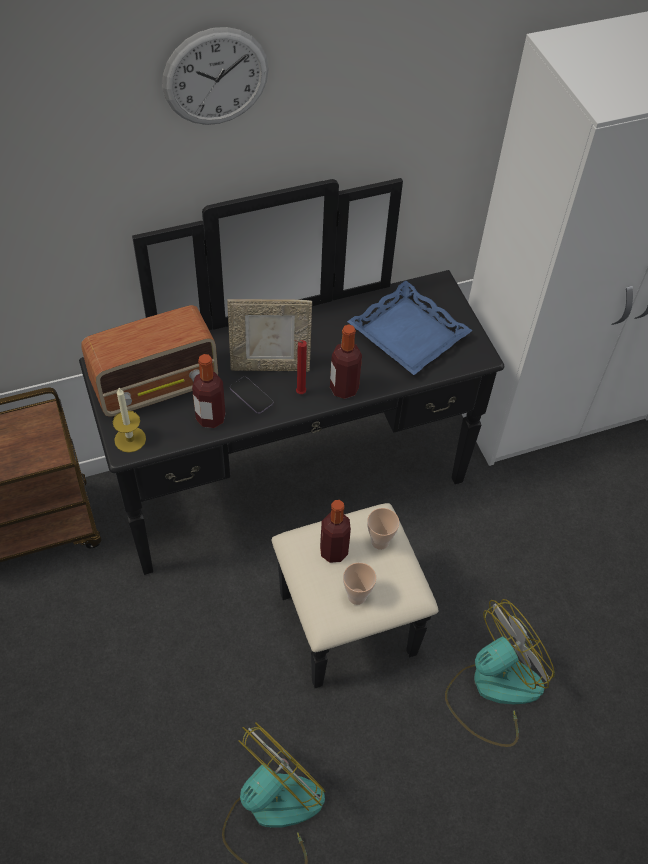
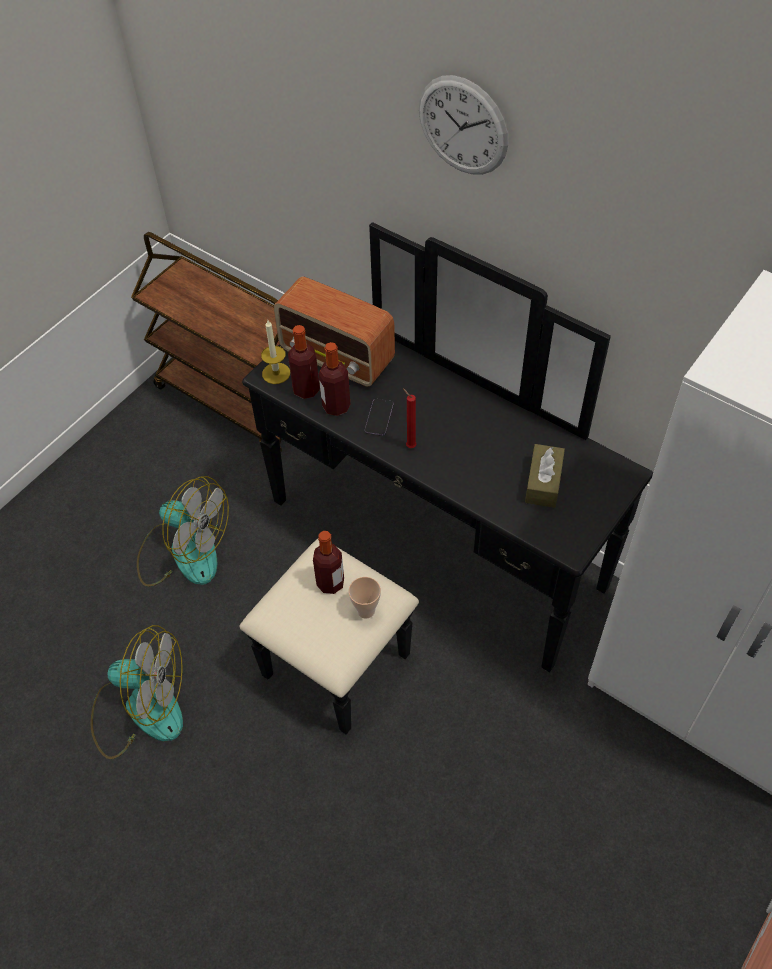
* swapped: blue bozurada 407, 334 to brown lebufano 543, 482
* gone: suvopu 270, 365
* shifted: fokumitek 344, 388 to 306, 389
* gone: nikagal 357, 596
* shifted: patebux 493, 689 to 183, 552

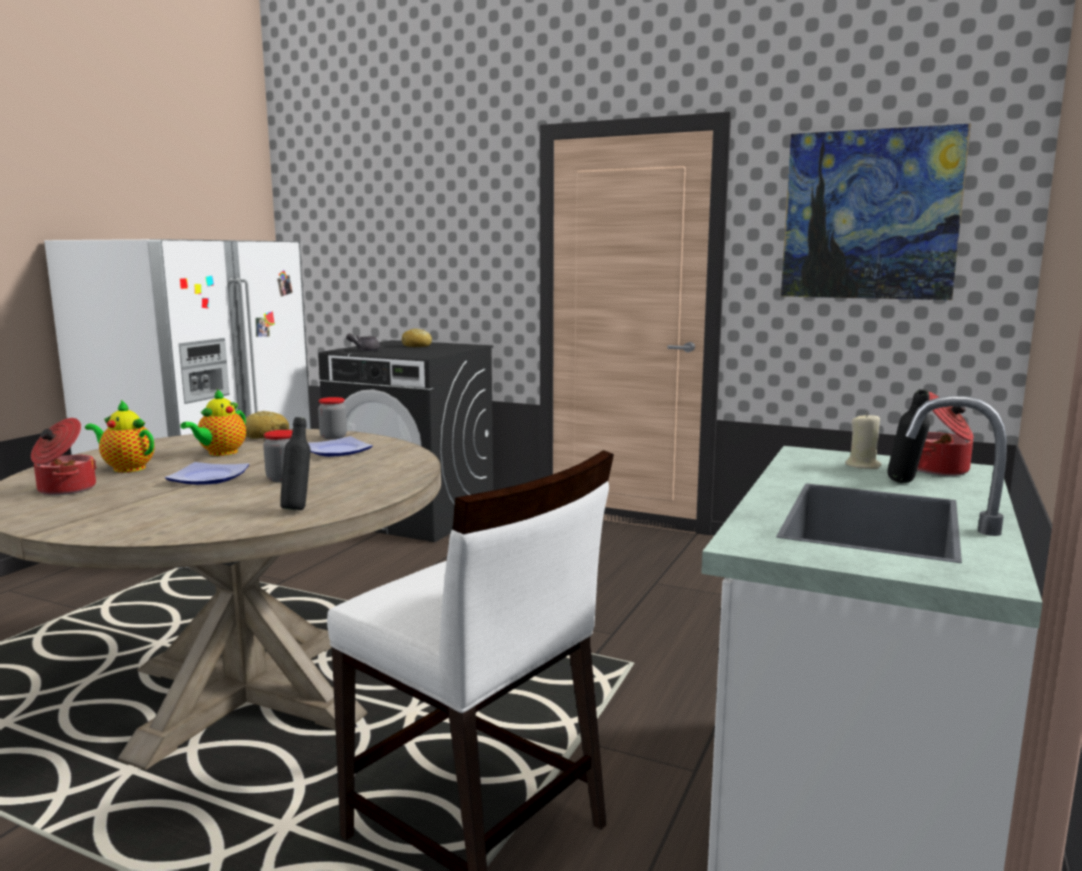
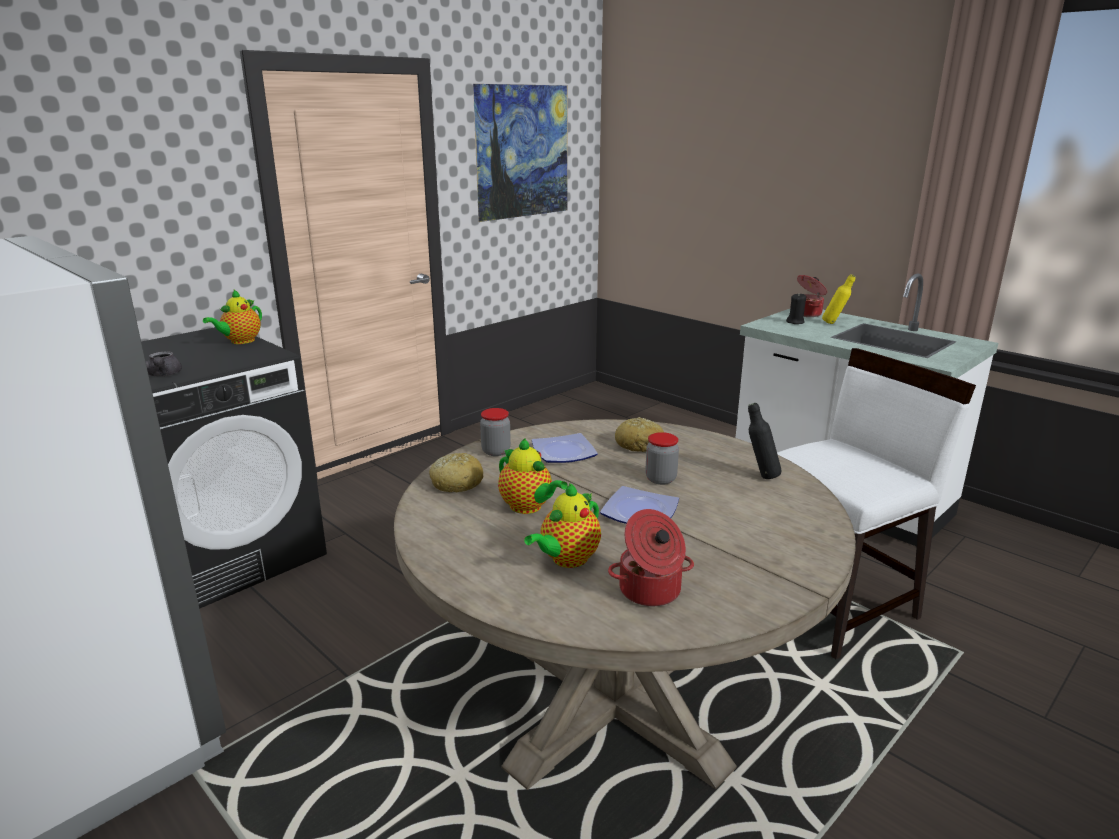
* shifted: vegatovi 417, 346 to 639, 445
* repainted: black fokumitek 905, 484 to yellow fokumitek 834, 323
* repainted: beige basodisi 863, 465 to black basodisi 795, 322
* new: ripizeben 240, 341

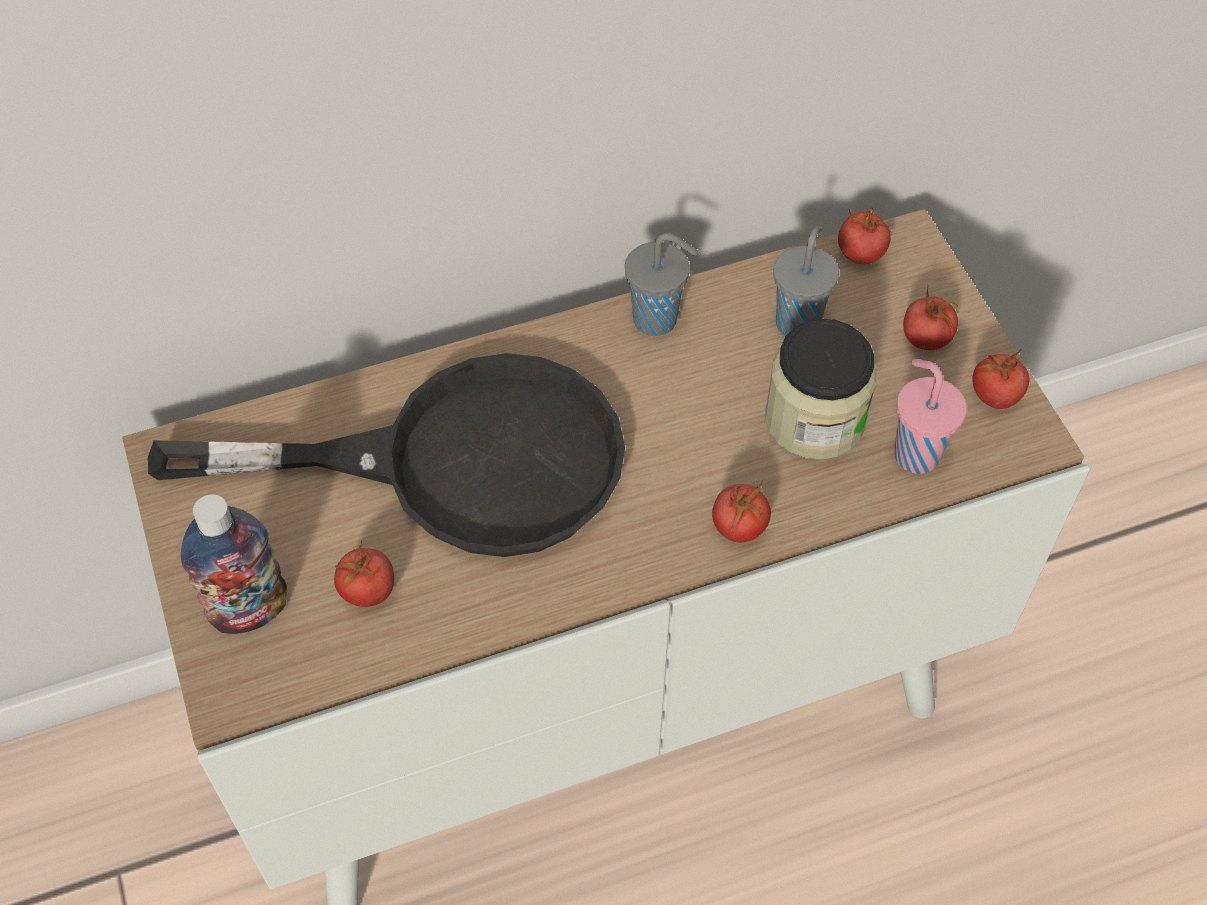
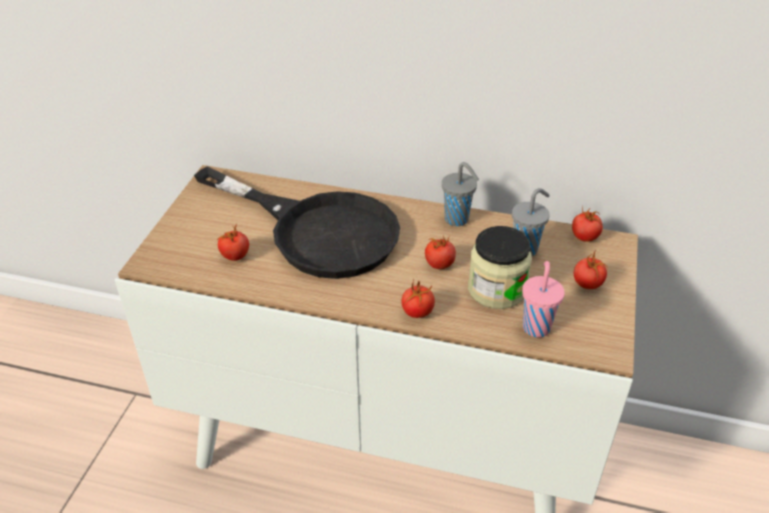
* shifted: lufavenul 994, 396 to 439, 264
* gone: fokumitek 250, 611

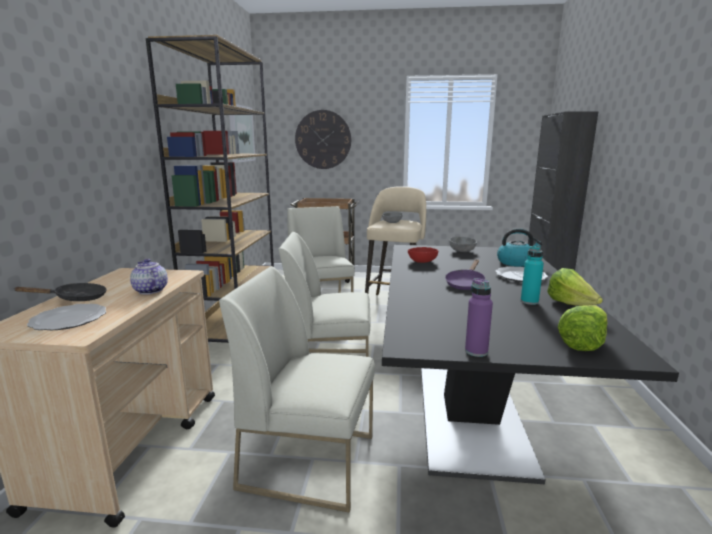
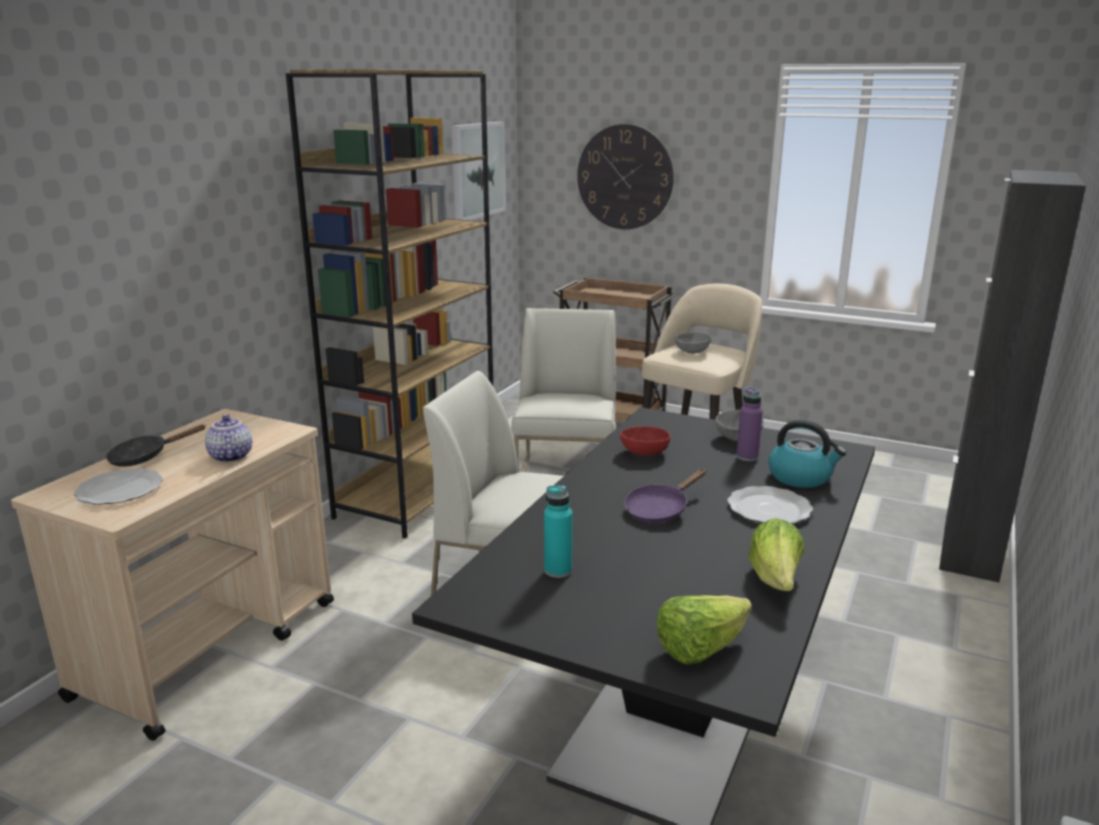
* shifted: turquoise fokumitek 529, 301 to 558, 570
* gone: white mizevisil 310, 460
* shifted: purple fokumitek 476, 351 to 747, 457
* rotated: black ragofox 76, 298 = 145, 457 150 degrees clockwise

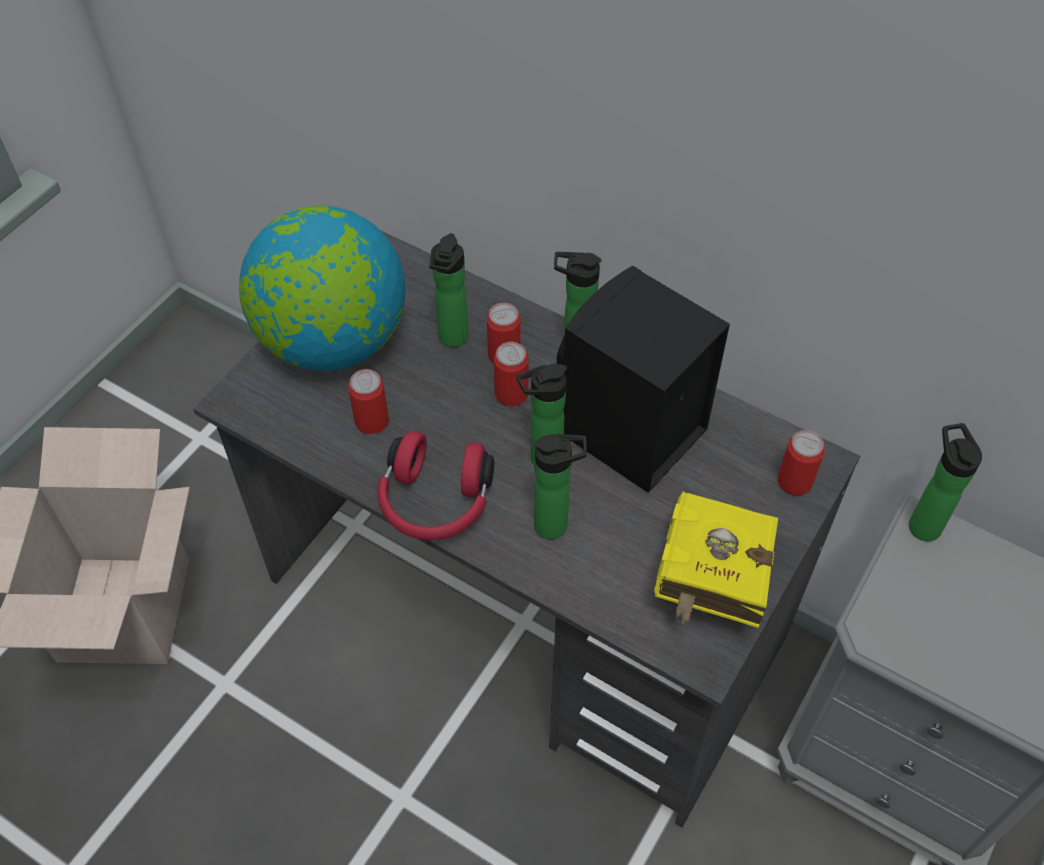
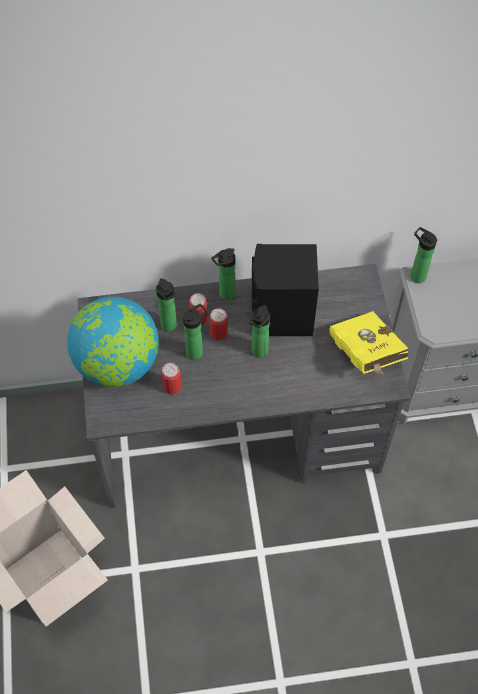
* gone: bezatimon 794, 481
* gone: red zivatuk 435, 503
* shifted: fokumitek 556, 525 to 196, 351

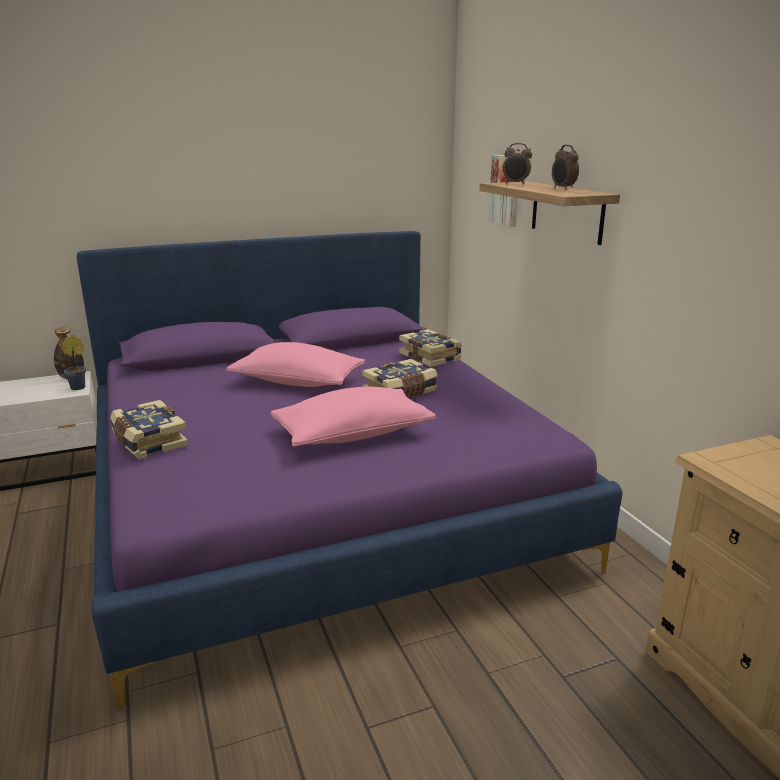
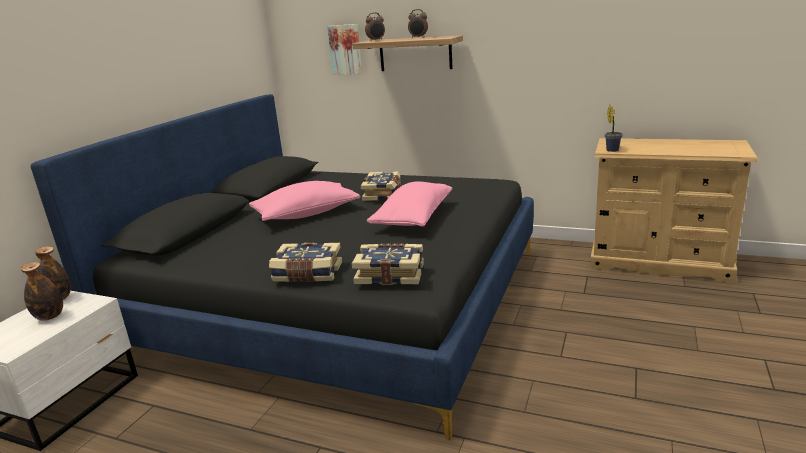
* repainted: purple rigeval 317, 498 to black rigeval 340, 300
* shifted: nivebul 431, 357 to 390, 274
* shifted: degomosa 80, 387 to 611, 150
* new: fokumitek 50, 317

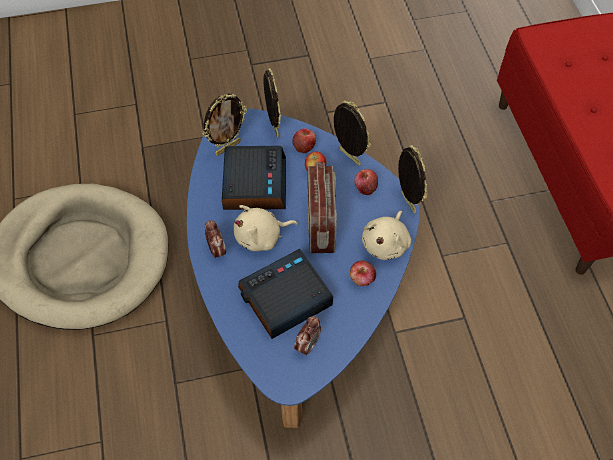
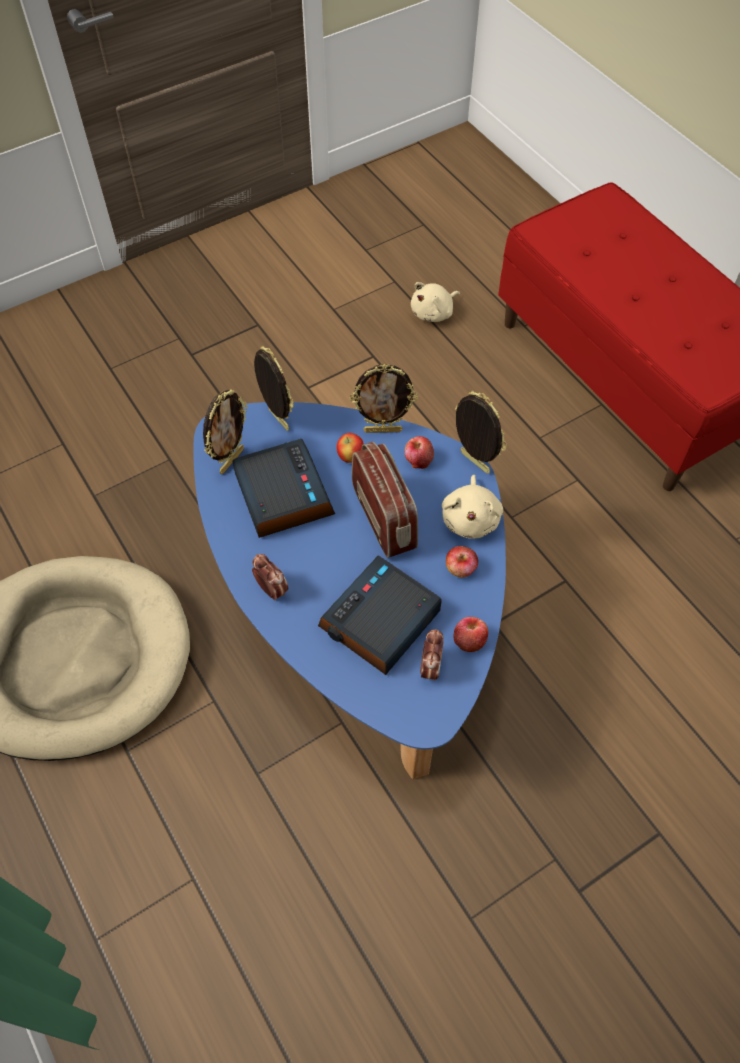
* rotated: suvopu 348, 157 = 383, 430 150 degrees clockwise
* shifted: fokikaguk 304, 146 to 469, 640
* shifted: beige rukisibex 261, 237 to 434, 313

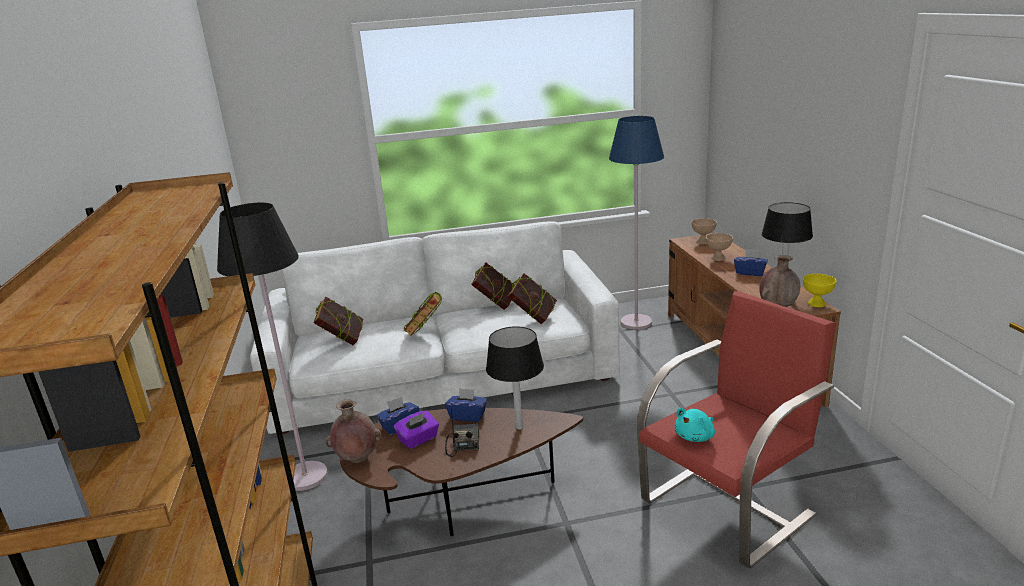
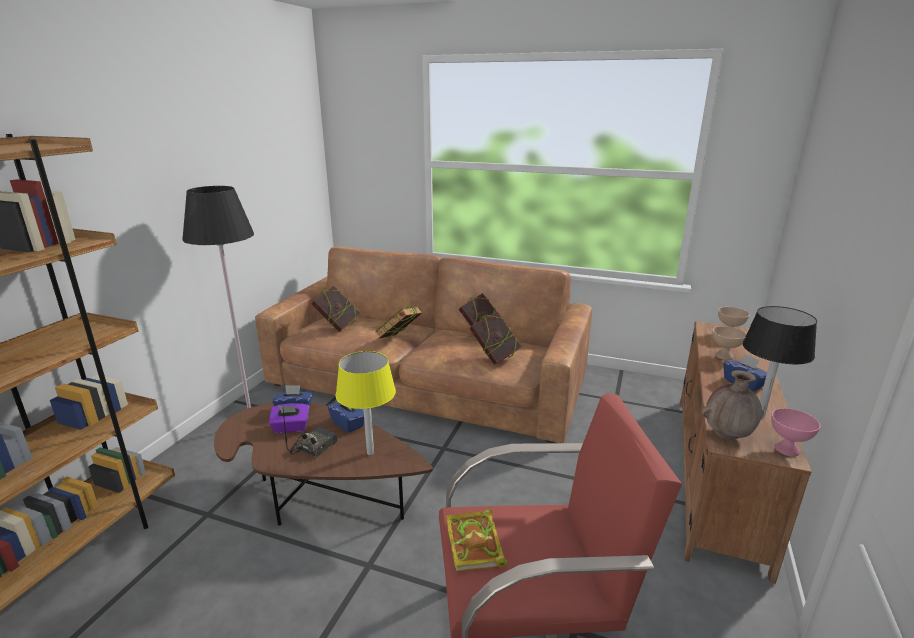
* gone: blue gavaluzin 636, 322
* repainted: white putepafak 443, 373 to brown putepafak 427, 382
* repainted: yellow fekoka 816, 304 to pink fekoka 786, 449
* repainted: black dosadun 519, 427 to yellow dosadun 370, 453
* gone: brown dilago 357, 458
* swapped: turquoise rukisibex 695, 436 to nivebul 475, 544

